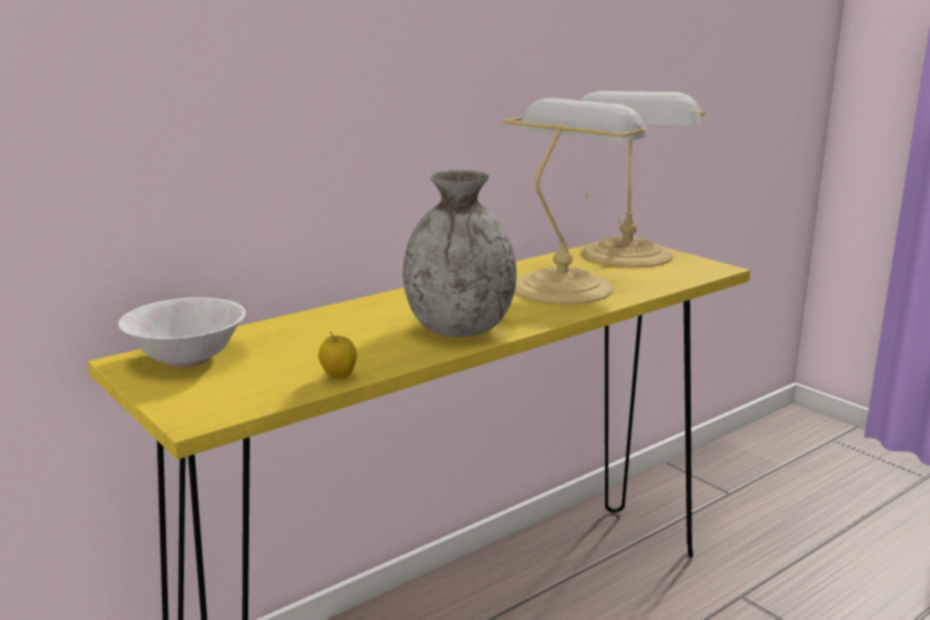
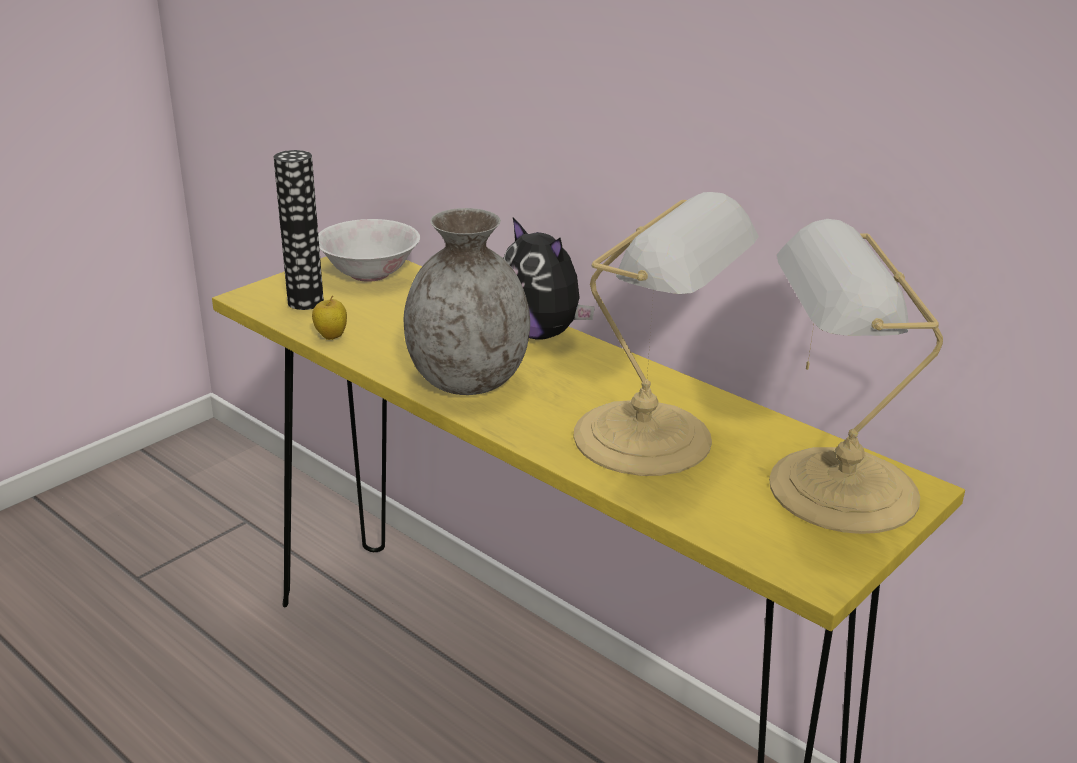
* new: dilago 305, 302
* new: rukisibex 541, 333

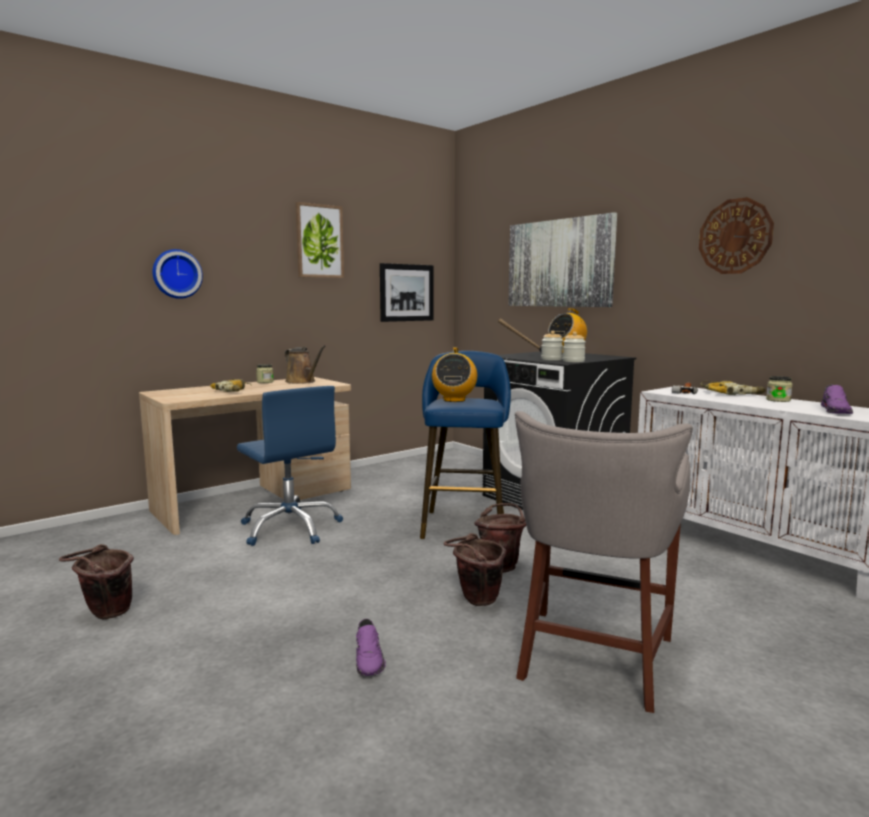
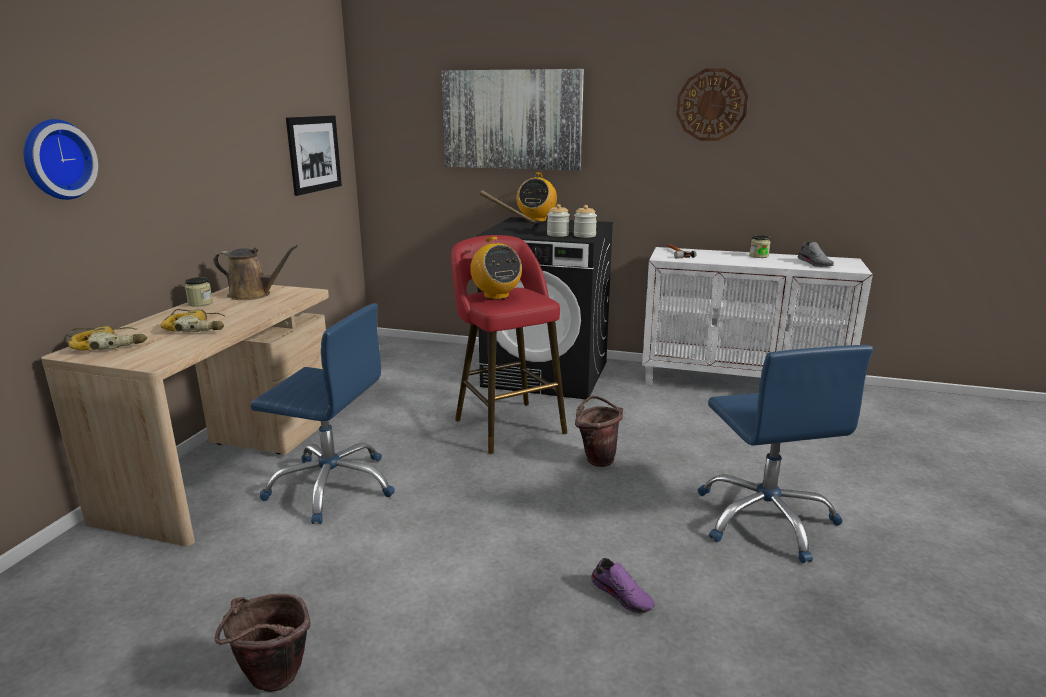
* gone: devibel 319, 241
* repainted: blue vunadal 464, 523 to red vunadal 506, 424
* shifted: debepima 731, 393 to 109, 345
* repainted: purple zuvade 836, 411 to grey zuvade 815, 264
* swapped: grey vunadal 592, 659 to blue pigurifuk 765, 519
* gone: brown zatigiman 475, 601

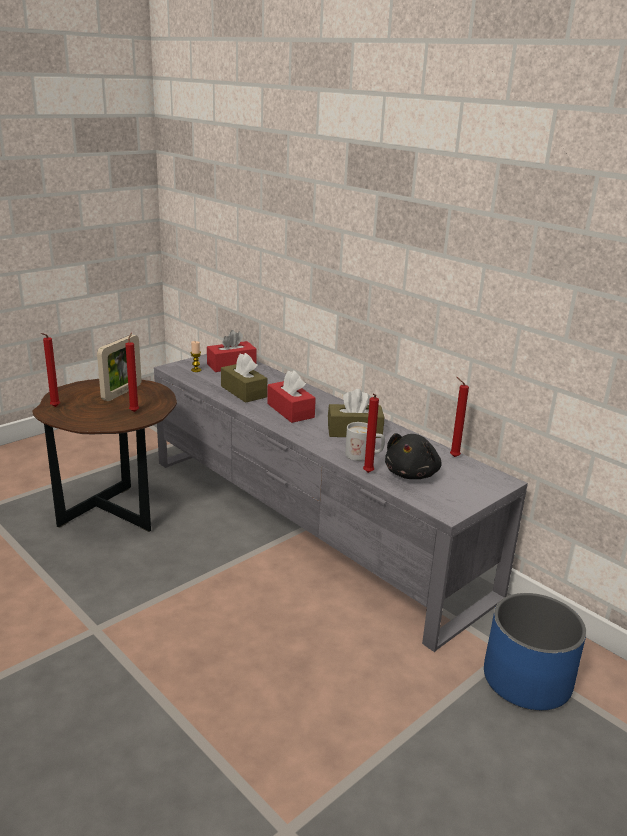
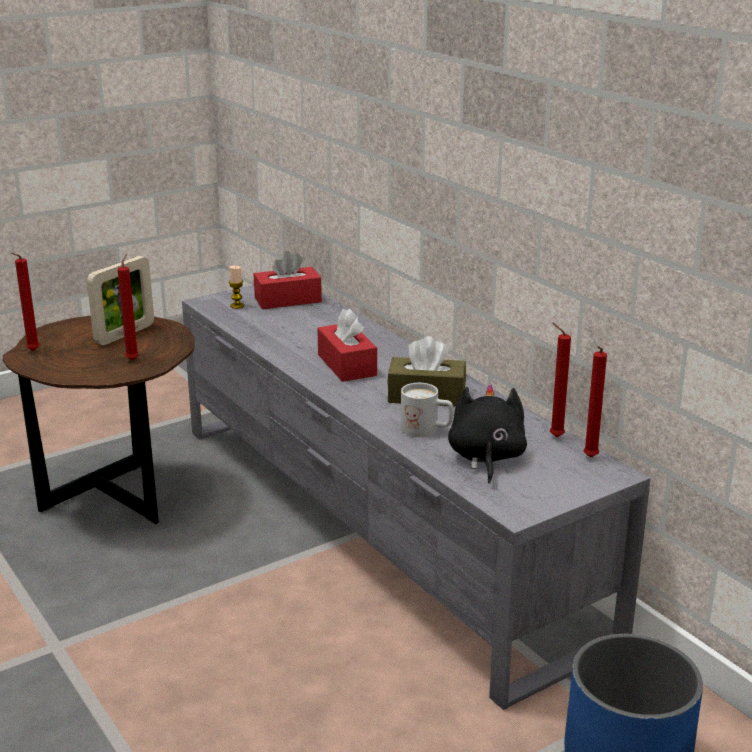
* gone: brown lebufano 243, 392
* shifted: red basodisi 367, 473 to 589, 458
* rotated: black rukisibex 412, 474 = 486, 458 150 degrees clockwise

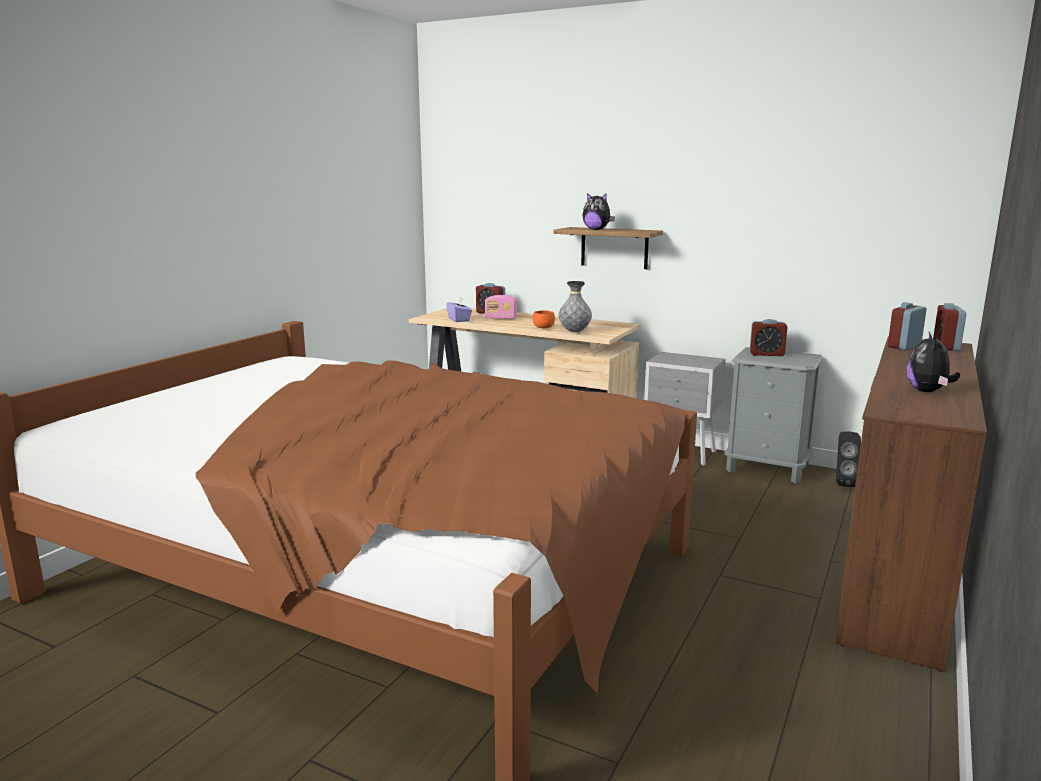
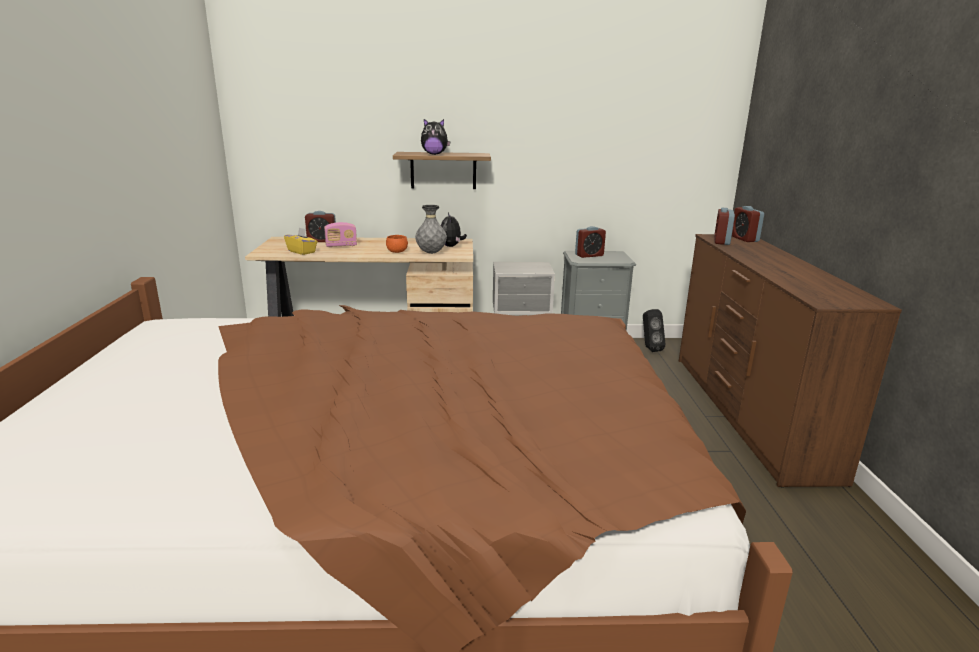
* repainted: purple lebufano 459, 320 to yellow lebufano 302, 252
* shifted: rukisibex 928, 391 to 452, 246

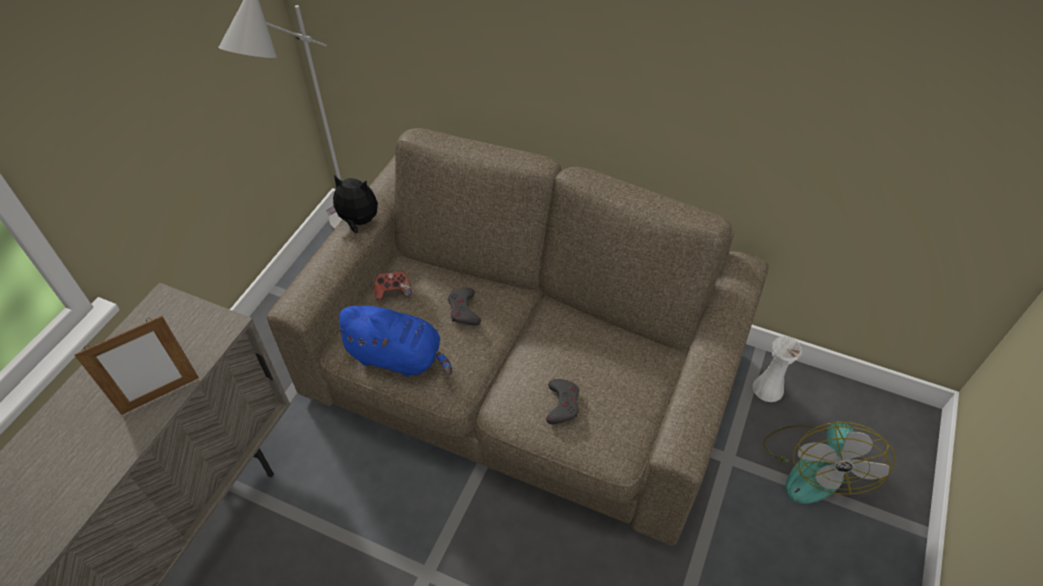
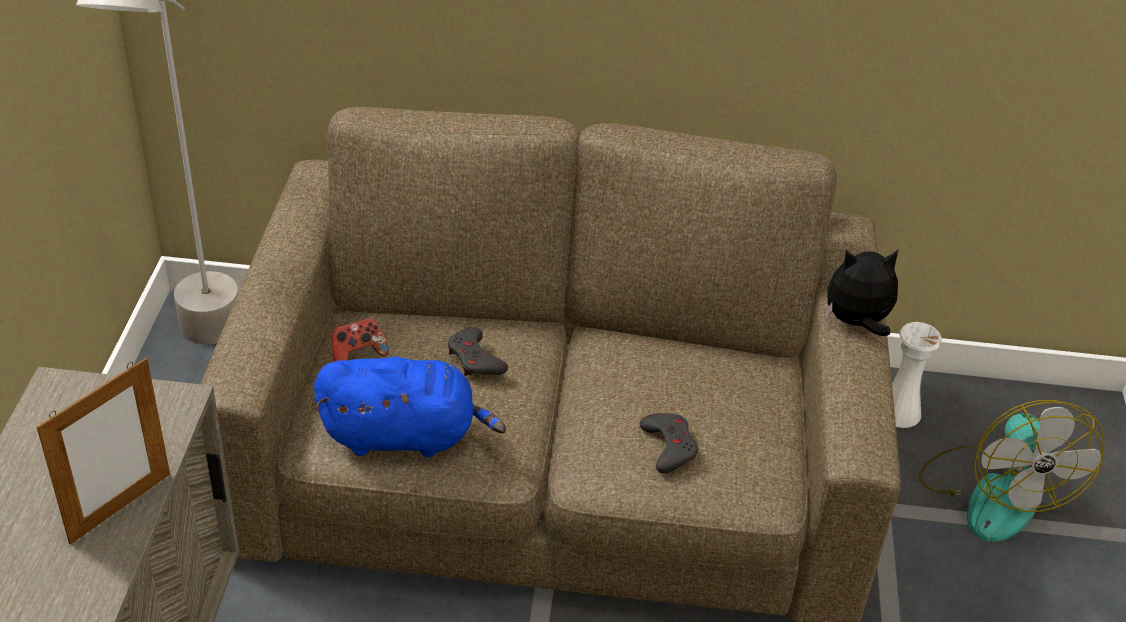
* shifted: rukisibex 358, 222 to 856, 323

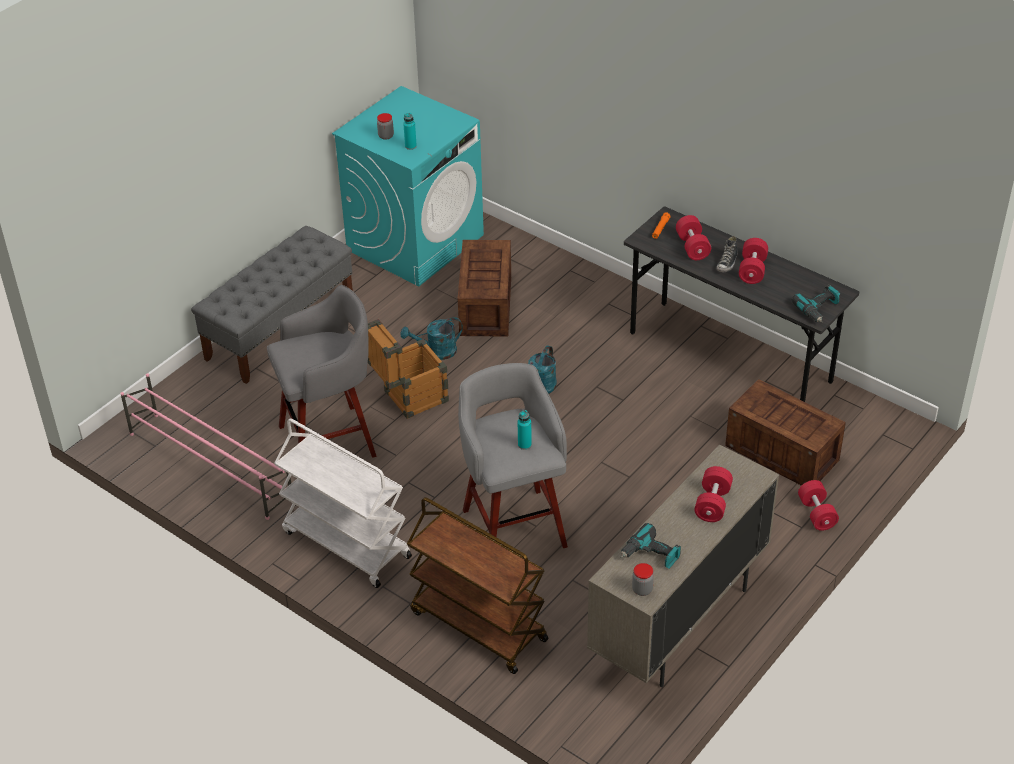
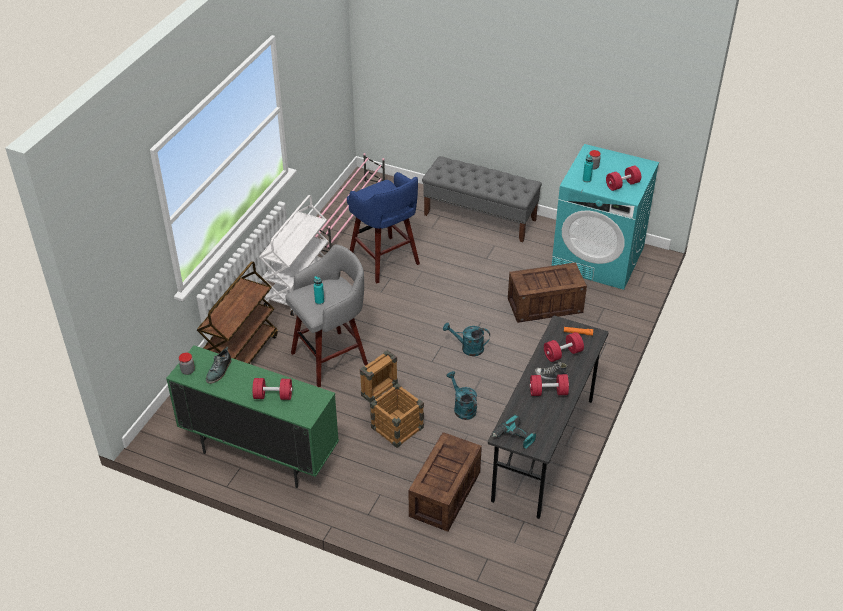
* repainted: grey vunadal 331, 440 to blue vunadal 385, 261
* shifted: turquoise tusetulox 436, 352 to 462, 408
* shifted: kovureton 408, 399 to 393, 424
* repainted: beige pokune 678, 623 to green pokune 260, 454
* shifted: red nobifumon 816, 514 to 622, 185
* swapped: debepima 650, 555 to zuvade 219, 371

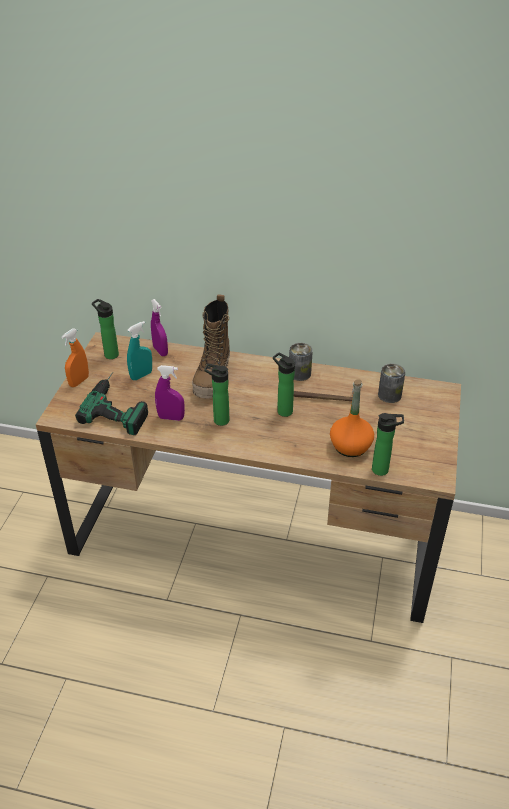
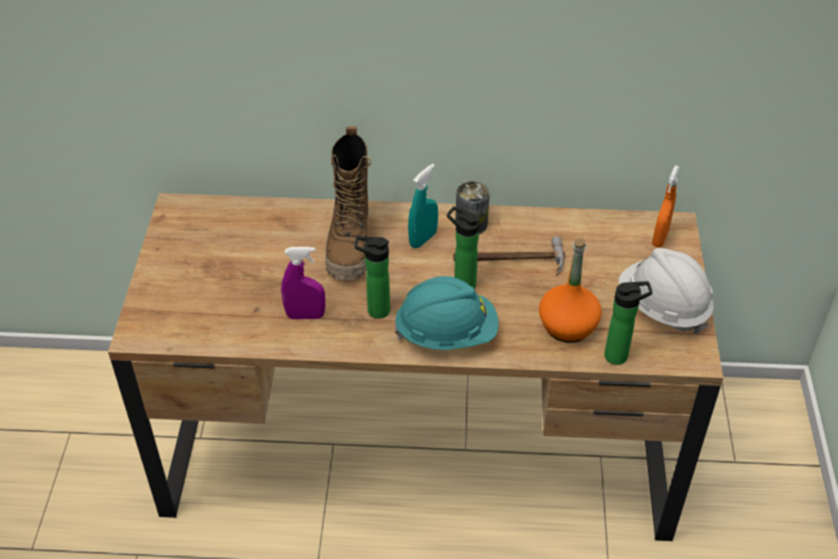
* gone: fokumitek 109, 354
* gone: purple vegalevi 160, 351
* shifted: turquoise vegalevi 141, 375 to 423, 239
* shifted: orange vegalevi 79, 381 to 660, 238
* gone: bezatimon 389, 395
* gone: debepima 120, 405
* new: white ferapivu 663, 306
* new: turquoise ferapivu 447, 333

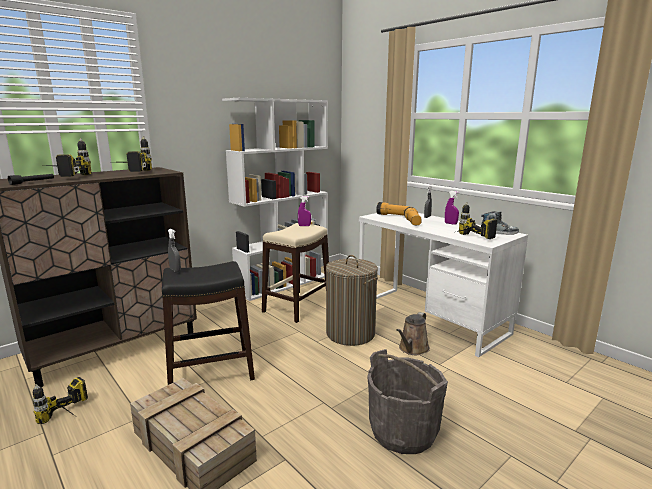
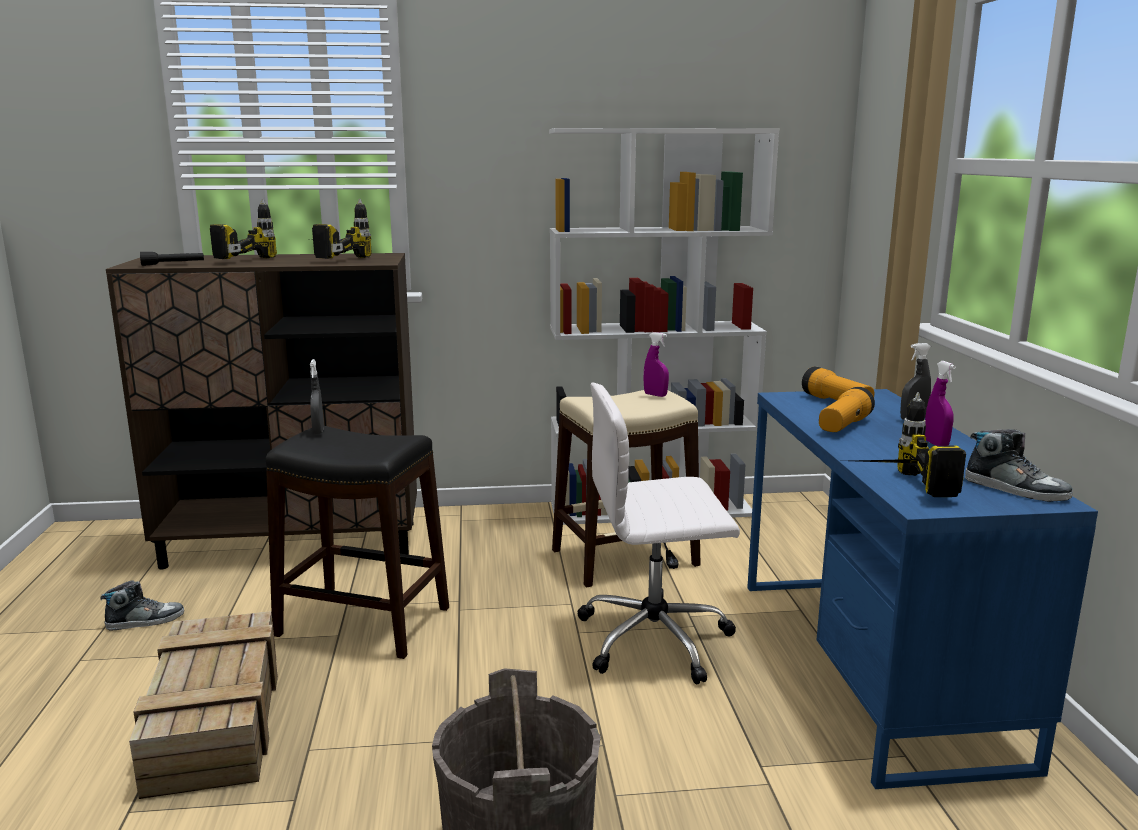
* repainted: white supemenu 429, 318 to blue supemenu 870, 665
* swapped: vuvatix 350, 333 to white pigurifuk 656, 639
* gone: brown tusetulox 412, 349
* swapped: debepima 70, 417 to zuvade 145, 621

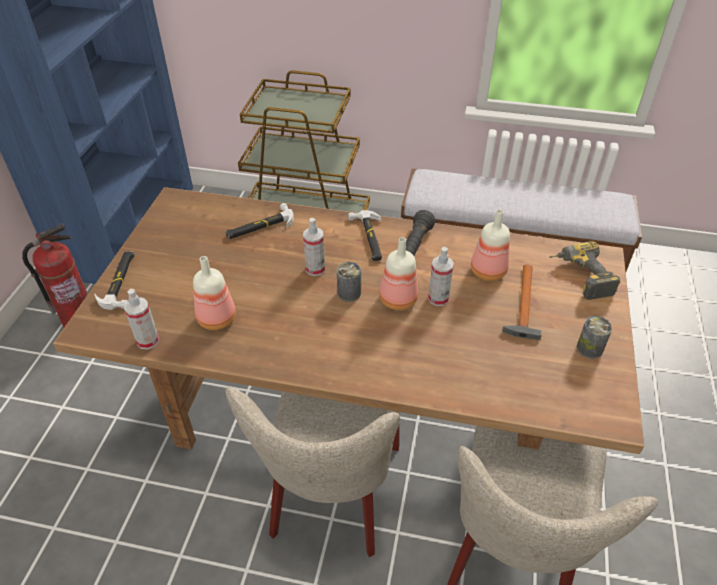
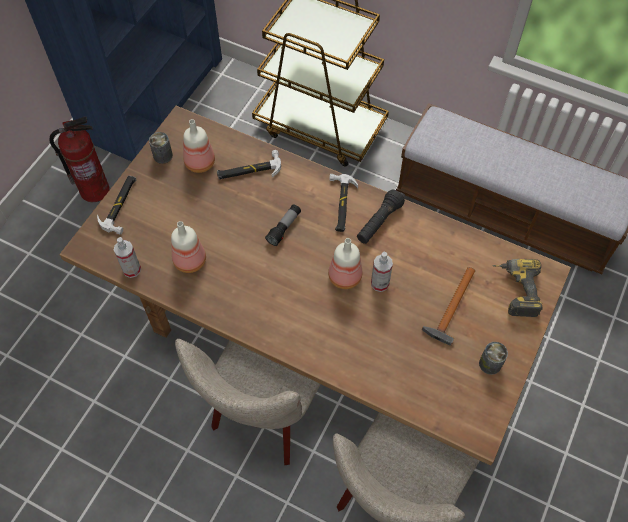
* shifted: fokumitek 488, 272 to 199, 163
* swapped: vegalevi 315, 269 to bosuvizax 284, 228
* shifted: bezatimon 349, 293 to 163, 155

